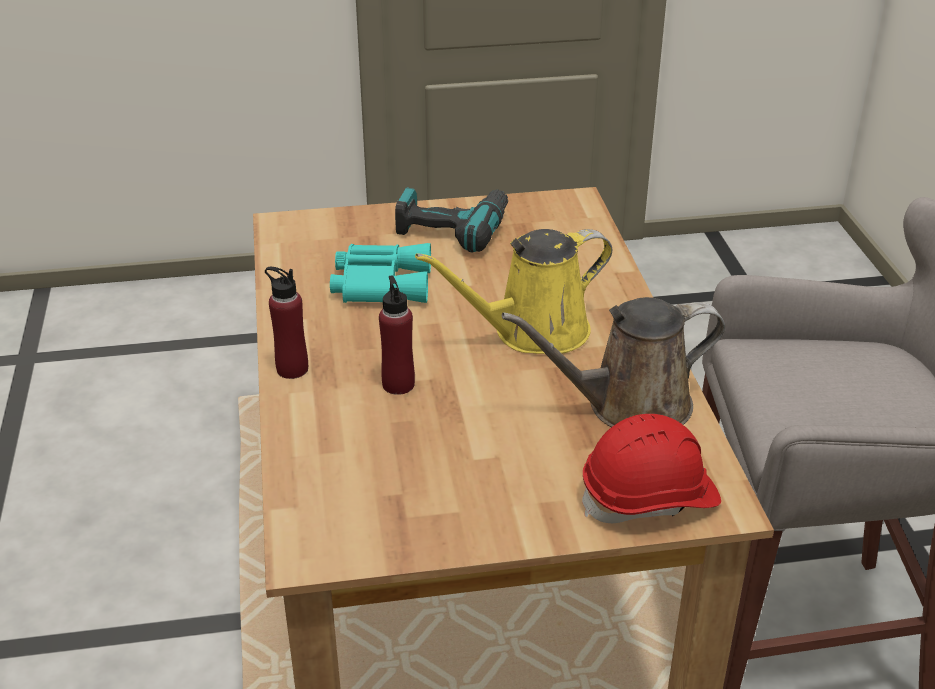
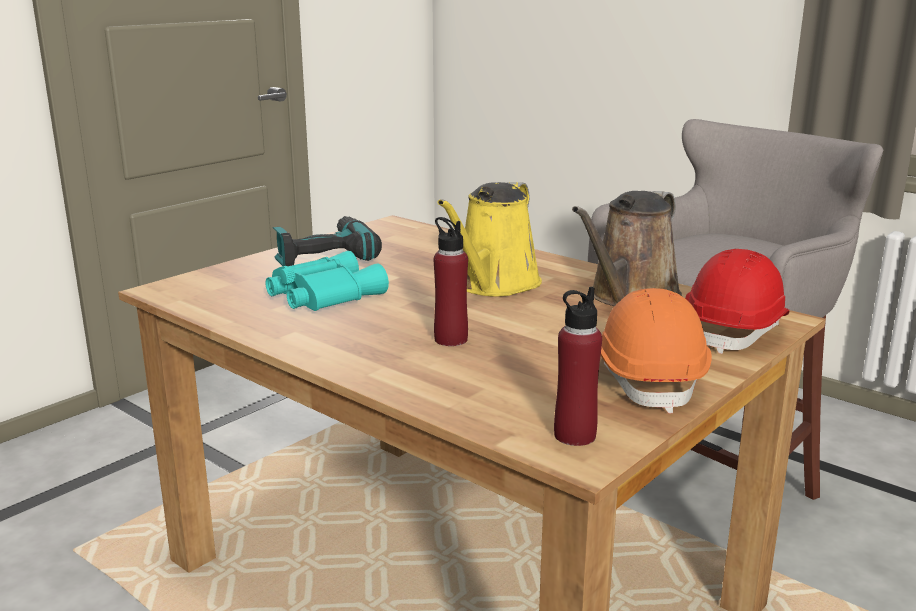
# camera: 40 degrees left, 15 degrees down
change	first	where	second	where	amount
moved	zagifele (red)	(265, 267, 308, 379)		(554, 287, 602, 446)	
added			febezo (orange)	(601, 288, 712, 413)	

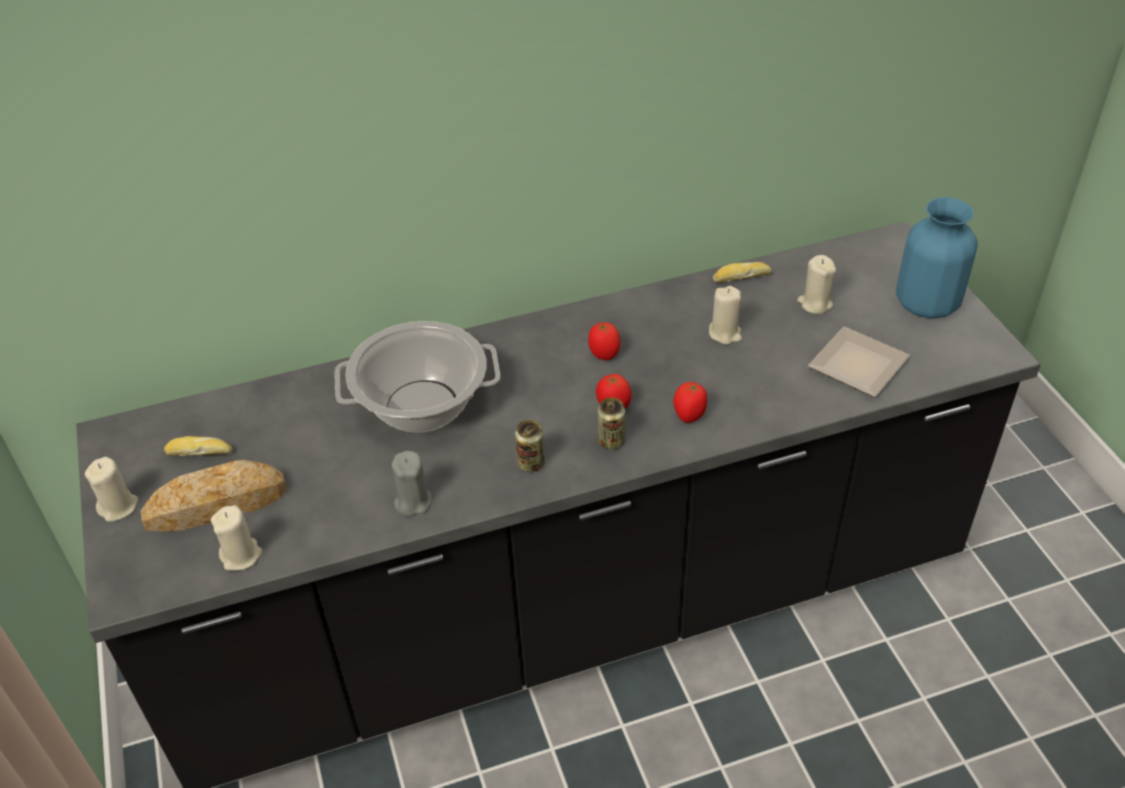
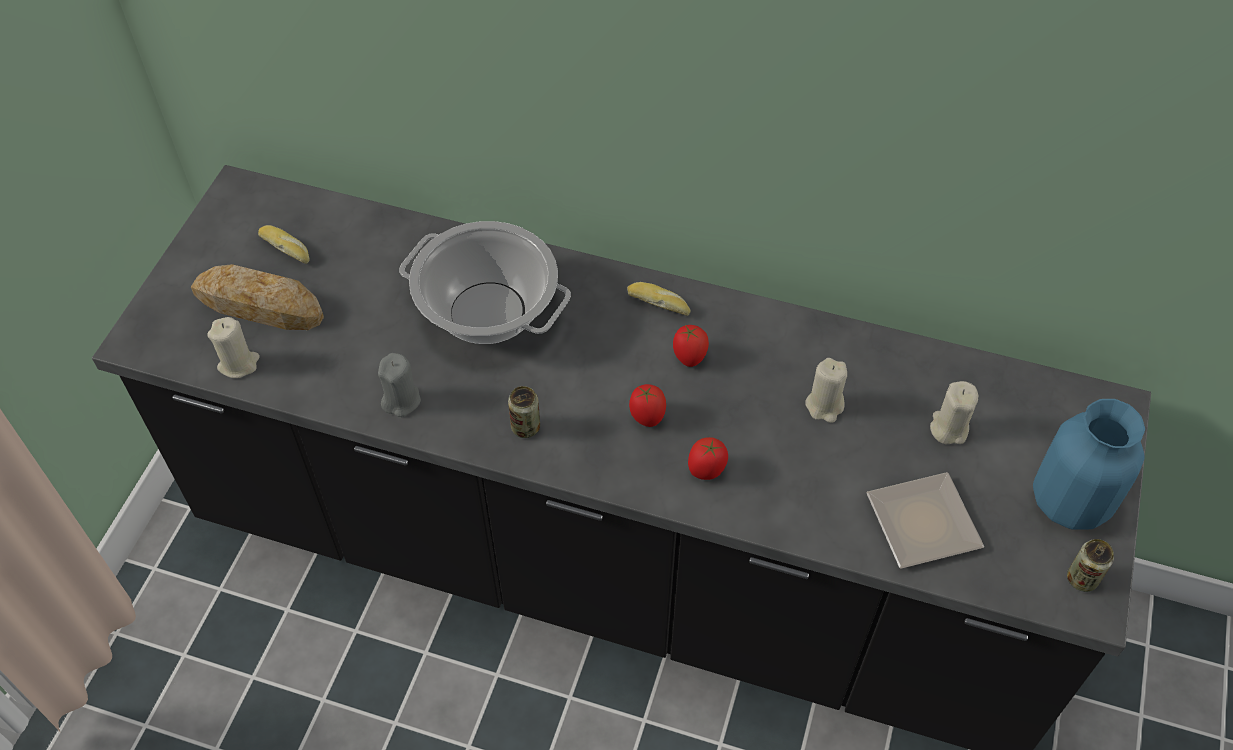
# camera: 35 degrees right, 10 degrees up
change	first	where	second	where	amount
removed	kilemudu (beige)	(85, 457, 138, 522)			
moved	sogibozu	(598, 397, 625, 449)		(1067, 539, 1114, 592)	
moved	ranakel	(713, 262, 772, 282)		(627, 282, 690, 316)	

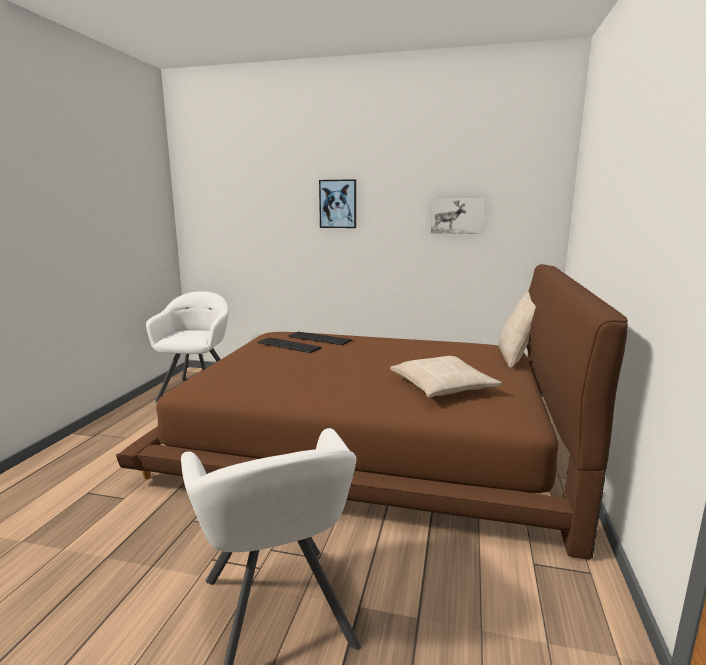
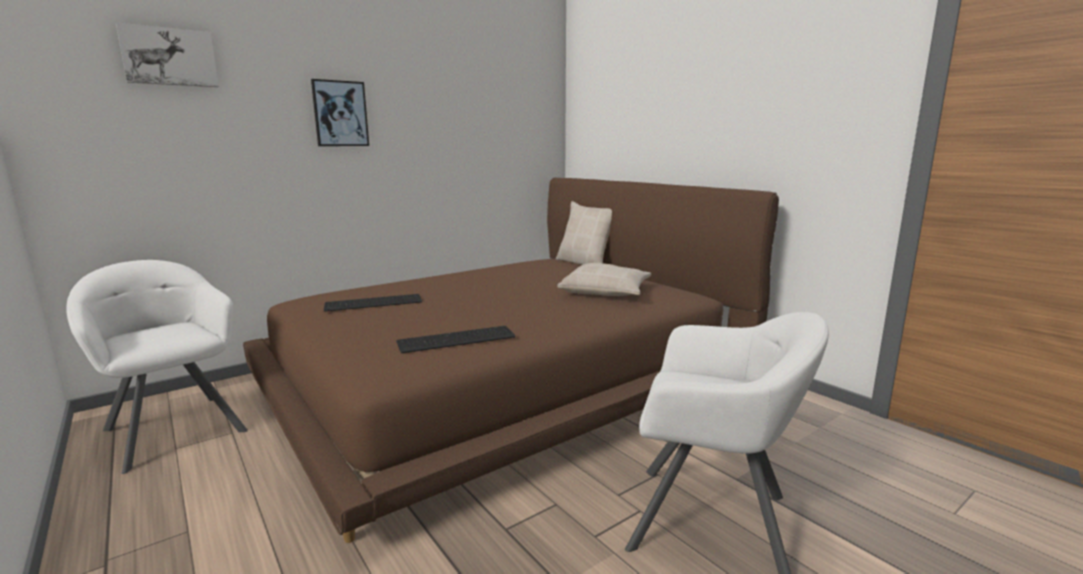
# camera: 50 degrees left, 0 degrees up
change	first	where	second	where	amount
moved	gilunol	(288, 332, 352, 345)		(396, 326, 515, 353)	
moved	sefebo	(431, 198, 485, 234)		(116, 22, 219, 87)	

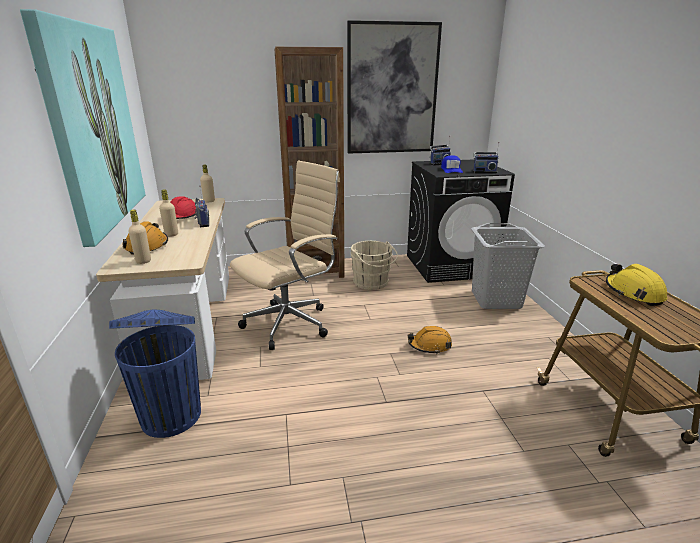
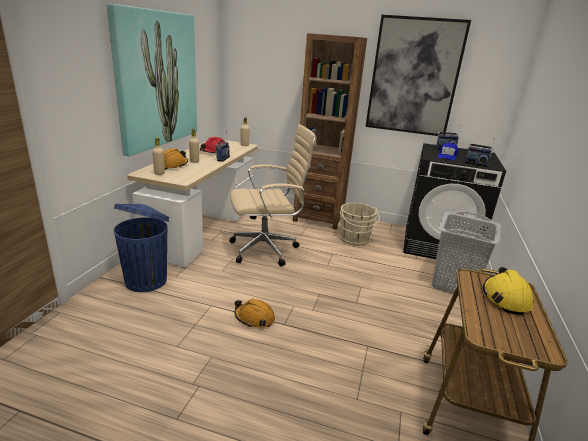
# camera: 25 degrees right, 0 degrees up
change	first	where	second	where	amount
moved	febezo (orange)	(408, 326, 452, 354)		(235, 299, 275, 328)	

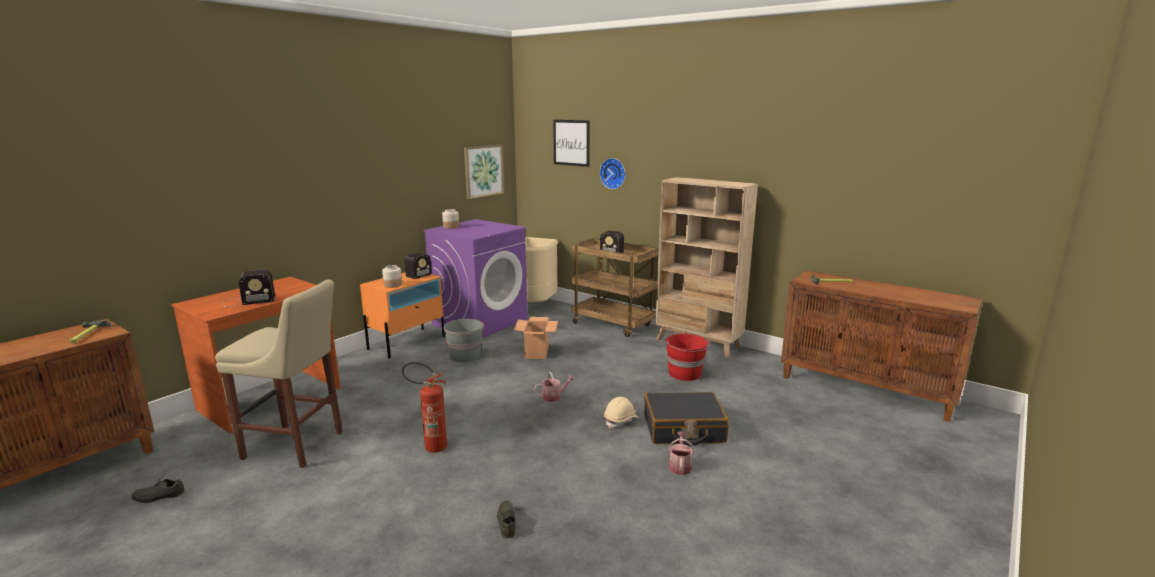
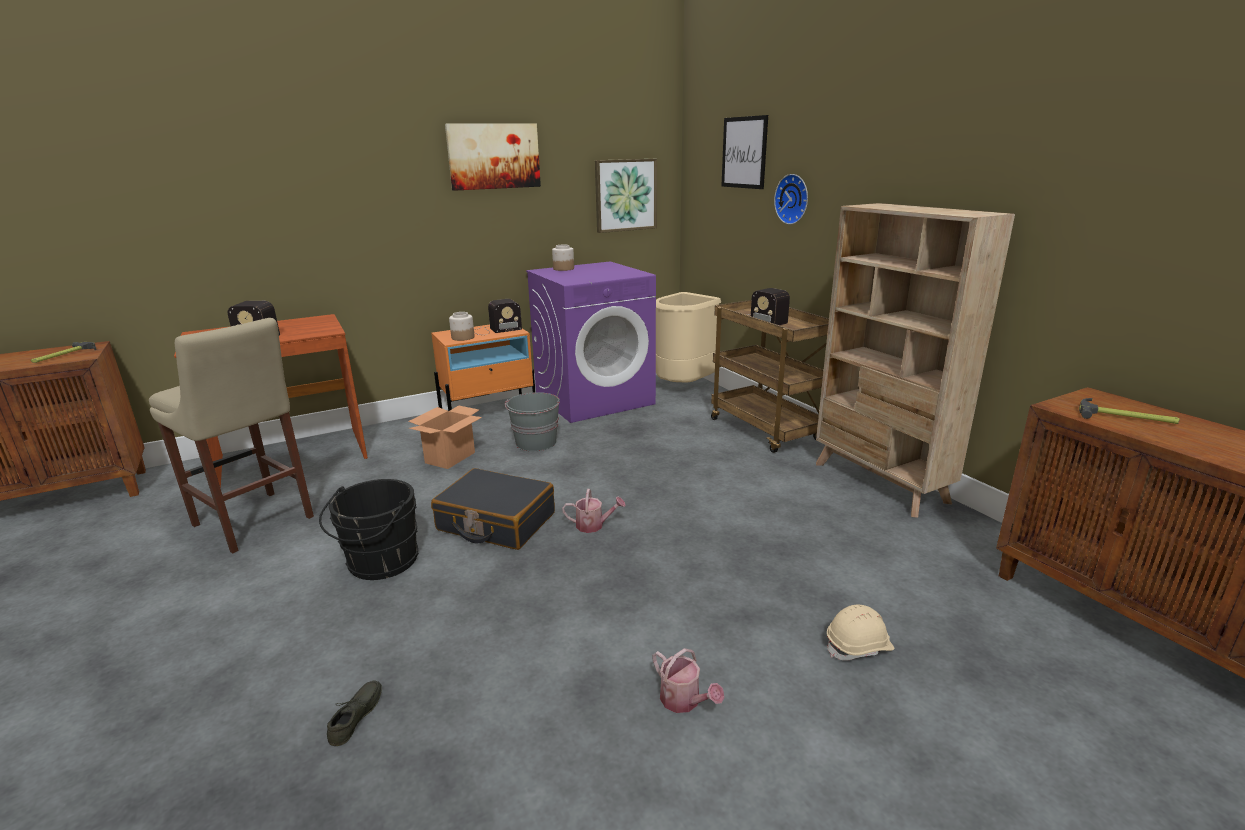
# camera: 25 degrees right, 5 degrees up
change	first	where	second	where	amount
removed	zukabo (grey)	(131, 470, 185, 503)			
replaced	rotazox	(402, 362, 447, 453)	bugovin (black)	(319, 479, 419, 580)	
moved	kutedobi	(514, 317, 558, 359)		(408, 405, 482, 469)	
moved	febezo (beige)	(604, 397, 638, 428)		(827, 605, 895, 661)	
moved	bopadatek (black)	(644, 392, 729, 446)		(431, 468, 555, 550)	
removed	bugovin (red)	(666, 333, 710, 381)			
turned	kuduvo	(668, 432, 694, 475)		(652, 648, 724, 713)	105 degrees clockwise
added			sefebo	(445, 123, 541, 191)	

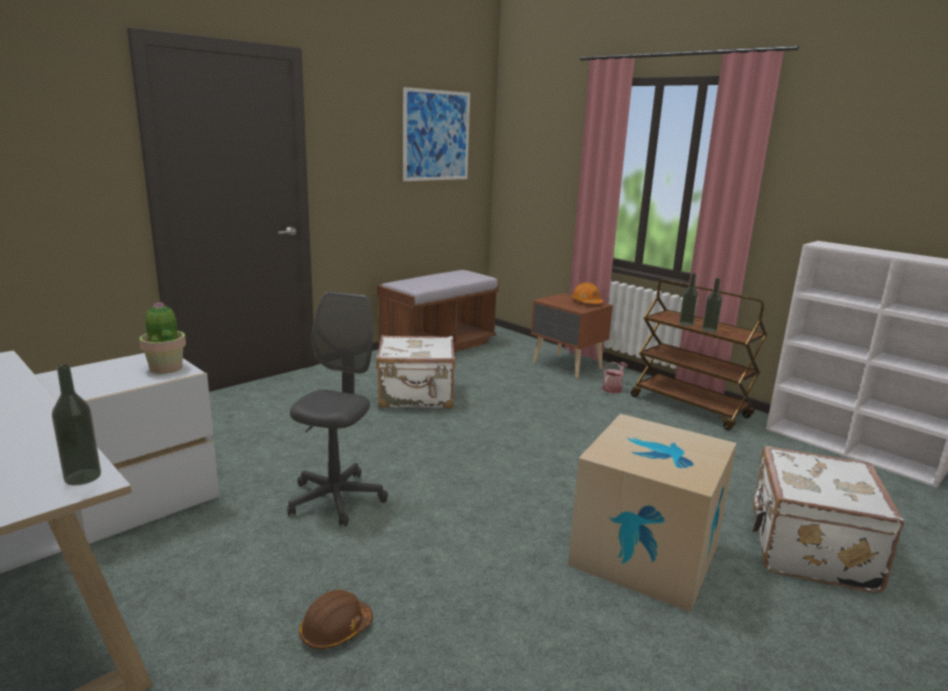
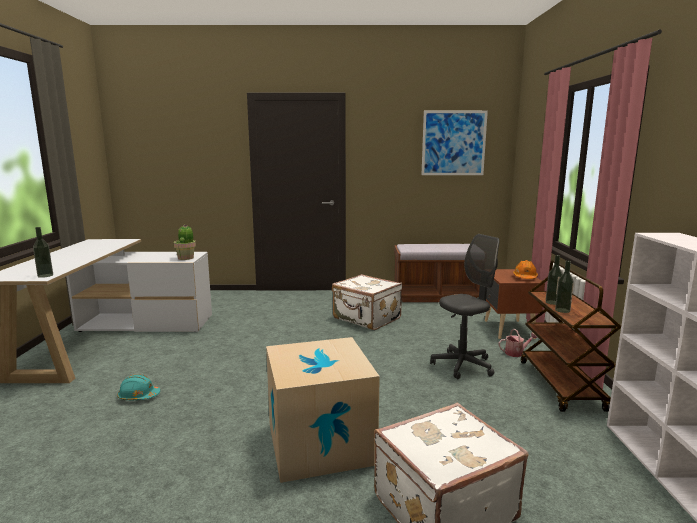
# camera: 45 degrees right, 5 degrees down
change	first	where	second	where	amount
moved	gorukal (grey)	(287, 292, 388, 526)		(430, 234, 500, 379)	
recoloured	febezo (brown)	(299, 590, 373, 649)	febezo (turquoise)	(117, 374, 160, 400)	

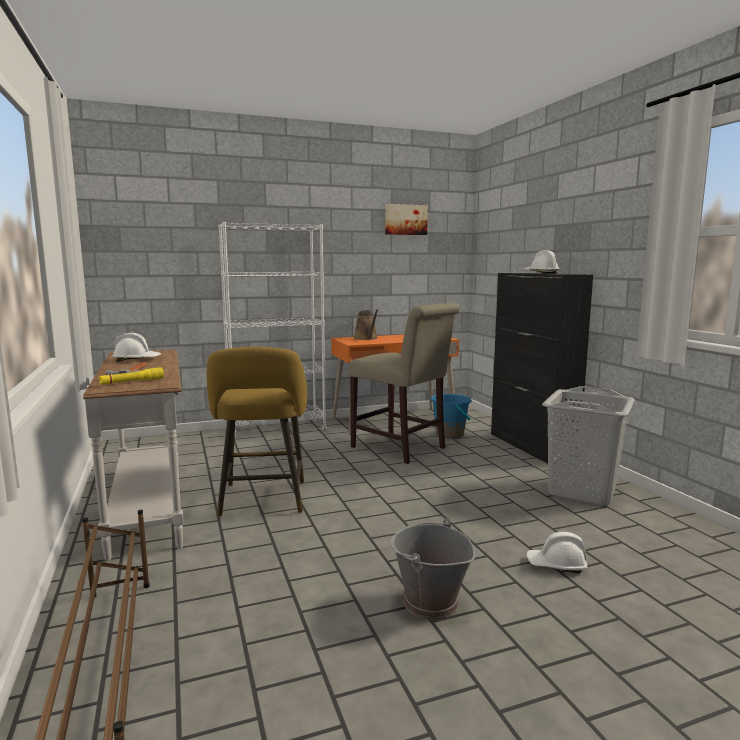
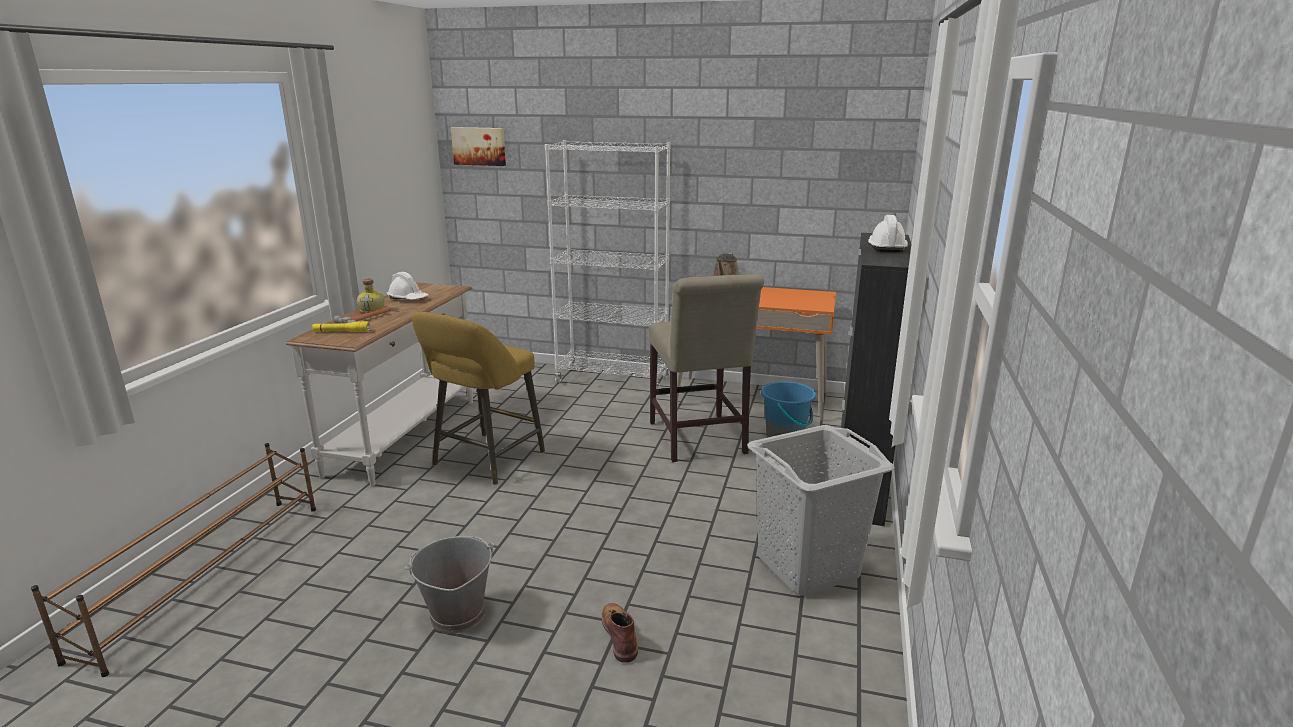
# camera: 35 degrees right, 10 degrees up
change	first	where	second	where	amount
moved	sefebo	(385, 204, 428, 235)		(451, 127, 506, 166)	
replaced	febezo (white)	(527, 532, 588, 573)	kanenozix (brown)	(602, 603, 638, 663)	
added			zagifele	(357, 278, 384, 313)	

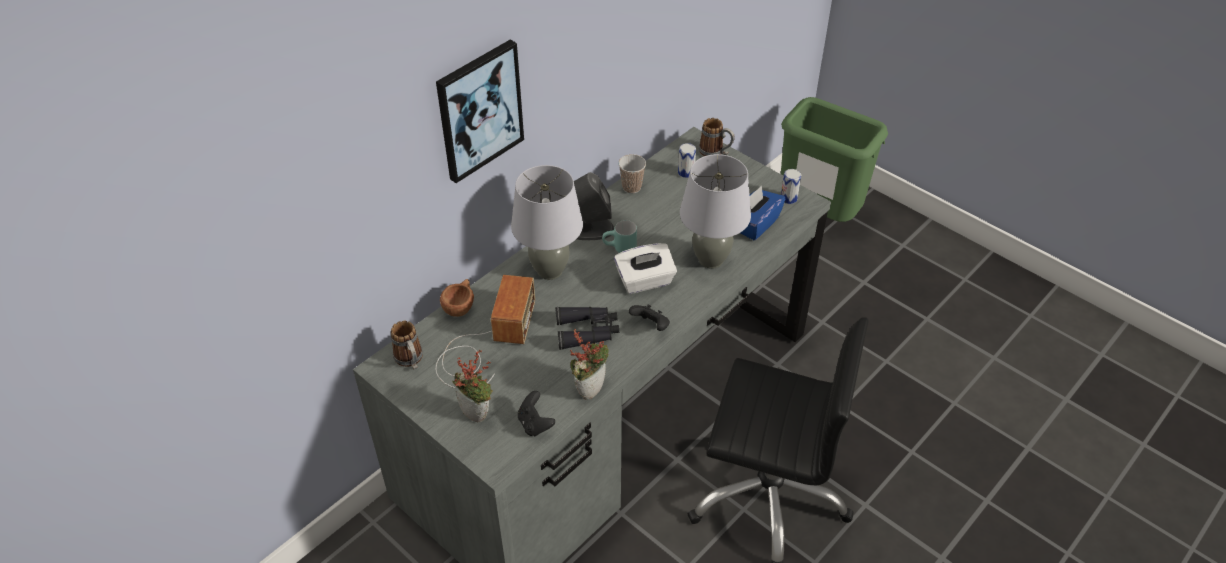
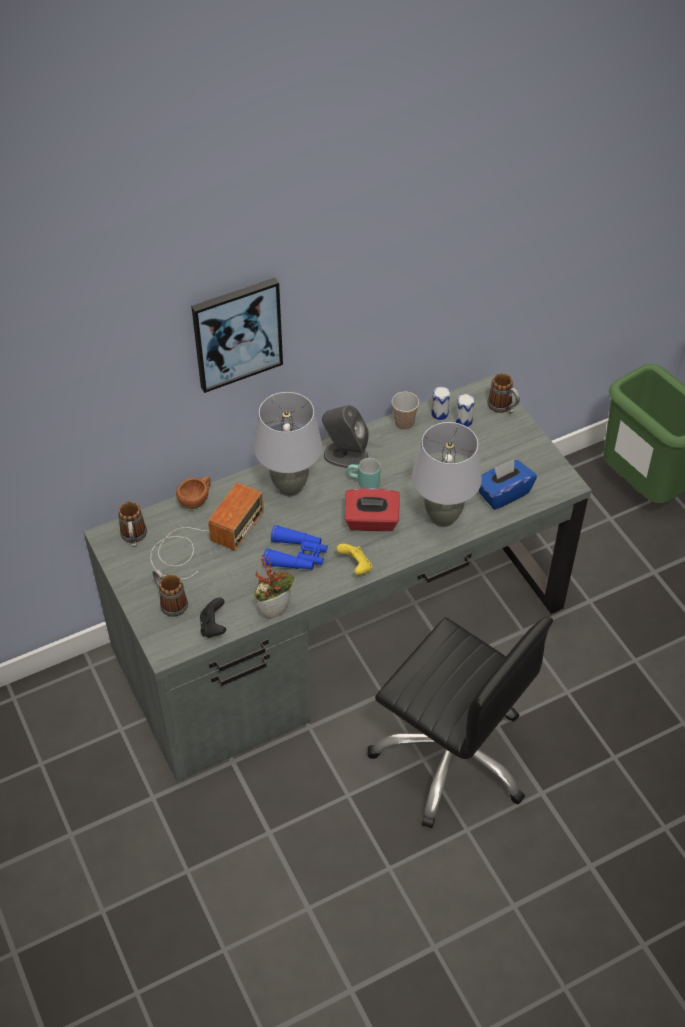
# camera: 20 degrees right, 5 degrees up
change	first	where	second	where	amount
replaced	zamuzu	(452, 349, 493, 422)	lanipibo	(152, 569, 188, 617)	
recoloured	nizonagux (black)	(555, 307, 619, 350)	nizonagux (blue)	(263, 525, 328, 570)	
recoloured	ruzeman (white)	(614, 243, 677, 294)	ruzeman (red)	(345, 488, 400, 531)	
recoloured	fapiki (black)	(629, 304, 670, 331)	fapiki (yellow)	(336, 544, 372, 575)	
moved	sogibozu	(781, 169, 801, 204)		(431, 387, 450, 420)	

